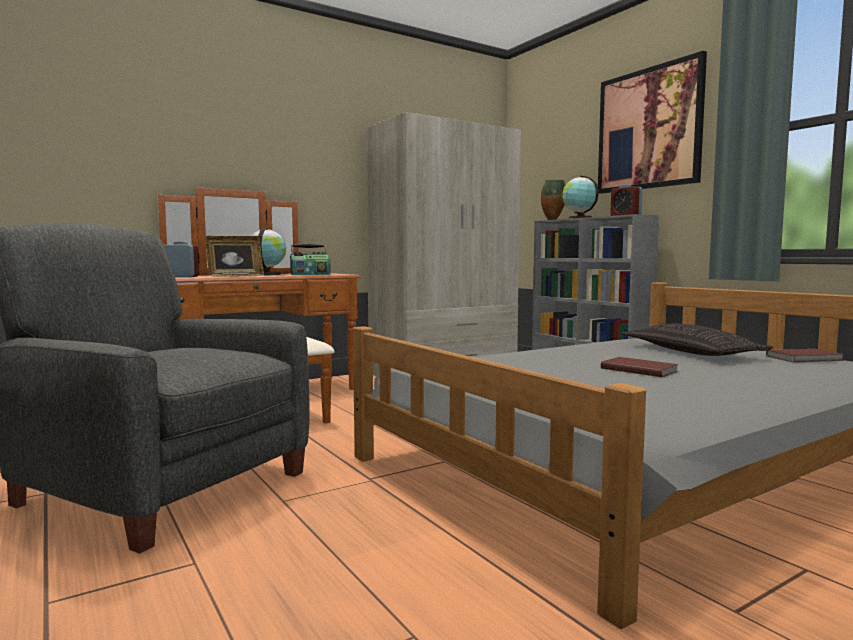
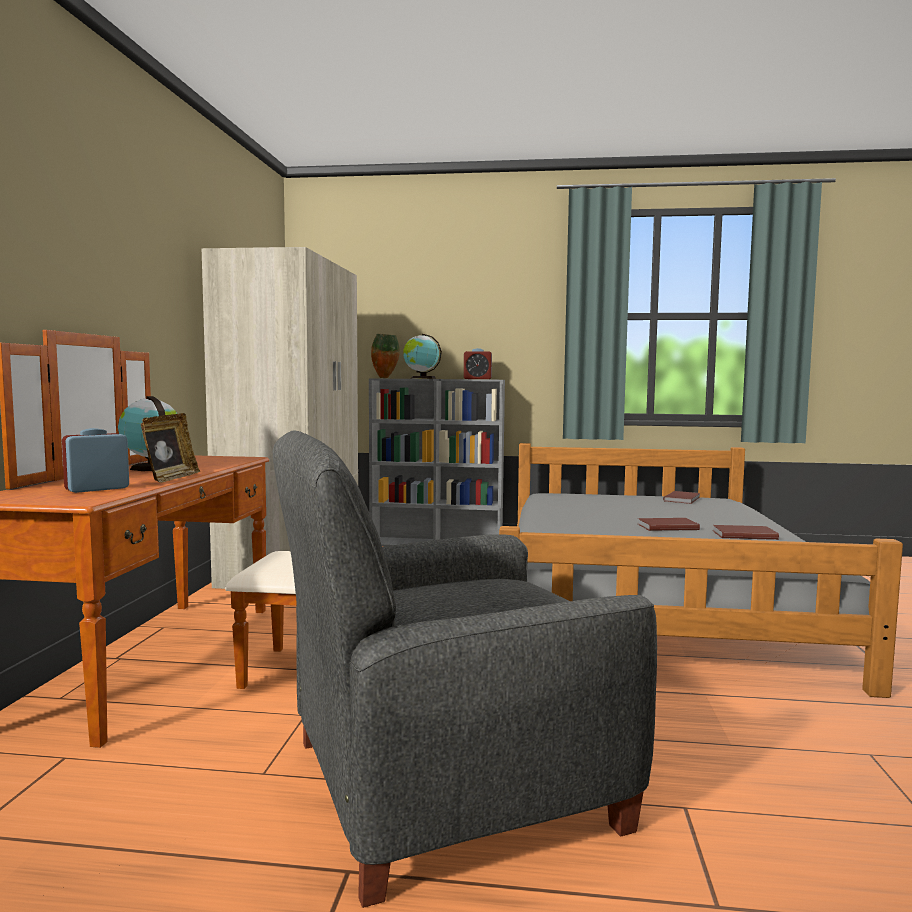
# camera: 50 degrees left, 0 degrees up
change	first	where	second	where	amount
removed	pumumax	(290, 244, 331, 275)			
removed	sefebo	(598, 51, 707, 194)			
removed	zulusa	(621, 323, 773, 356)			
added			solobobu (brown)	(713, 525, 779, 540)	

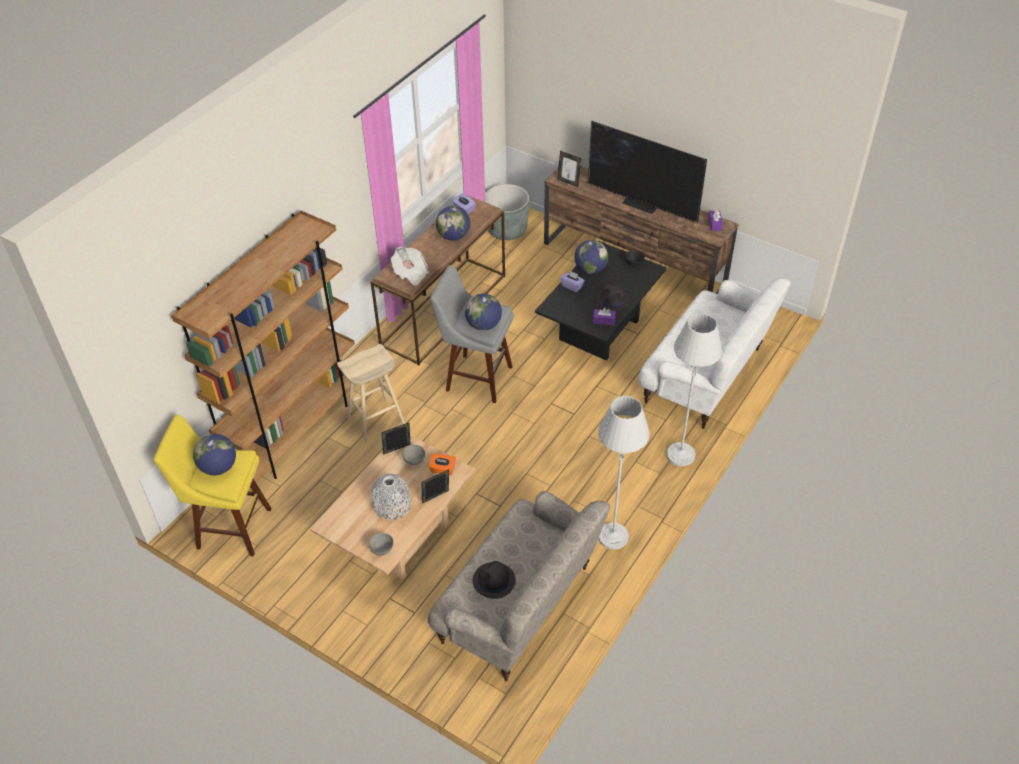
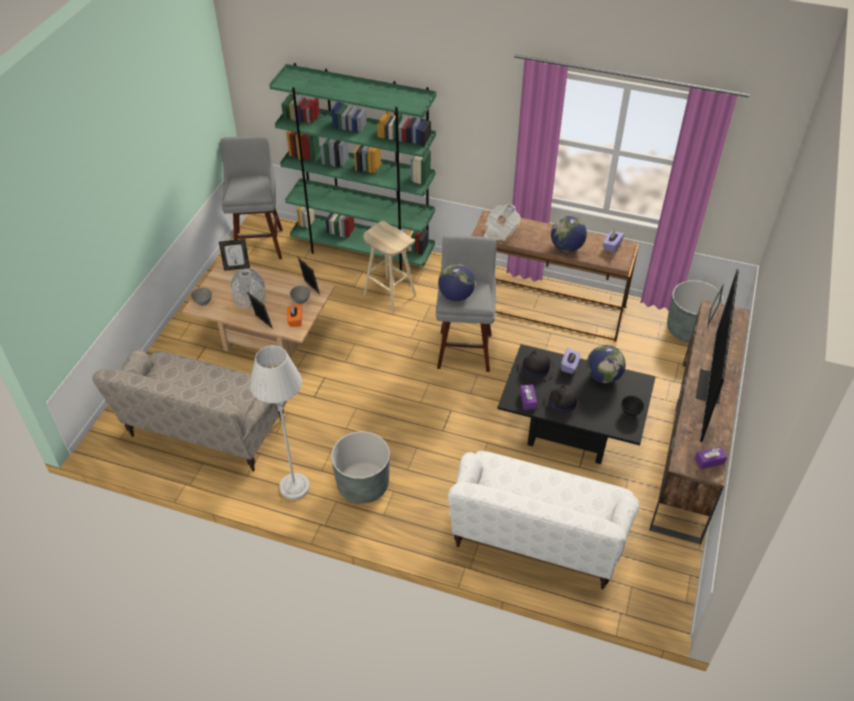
# camera: 75 degrees right, 0 degrees up
change	first	where	second	where	amount
recoloured	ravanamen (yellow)	(154, 415, 272, 556)	ravanamen (grey)	(221, 135, 283, 259)	
recoloured	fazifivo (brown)	(172, 210, 355, 482)	fazifivo (green)	(269, 63, 436, 274)	
removed	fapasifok	(193, 434, 236, 475)			
moved	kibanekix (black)	(472, 561, 516, 599)		(517, 350, 555, 382)	
removed	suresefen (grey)	(666, 313, 722, 466)			
added			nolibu	(219, 239, 250, 271)	
added			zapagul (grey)	(331, 431, 390, 504)	

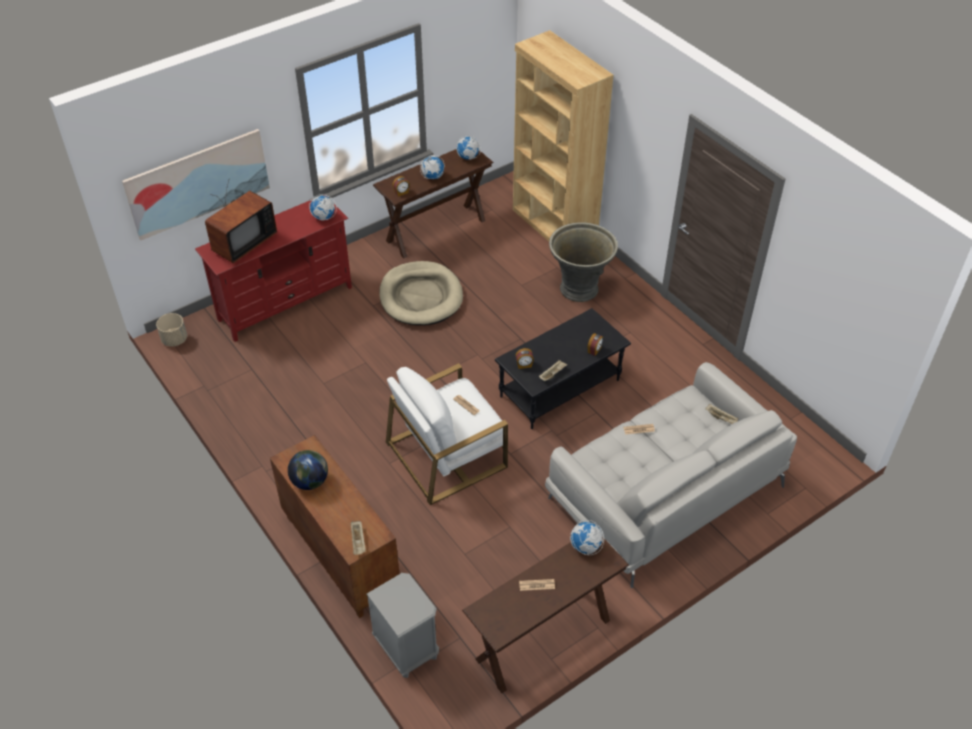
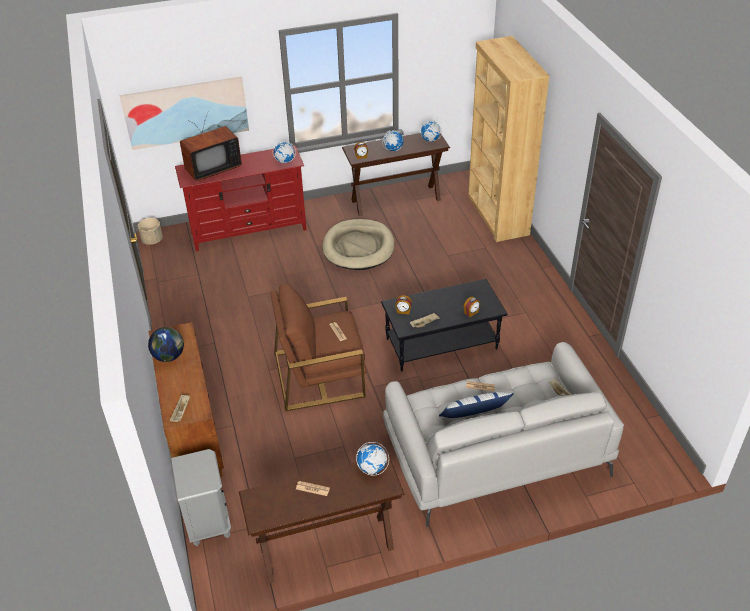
# camera: 20 degrees right, 5 degrees down
change	first	where	second	where	amount
recoloured	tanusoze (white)	(386, 363, 508, 505)	tanusoze (brown)	(270, 284, 367, 411)	
removed	zapagul (grey)	(549, 222, 618, 302)			
added			zulusa	(439, 392, 514, 418)	

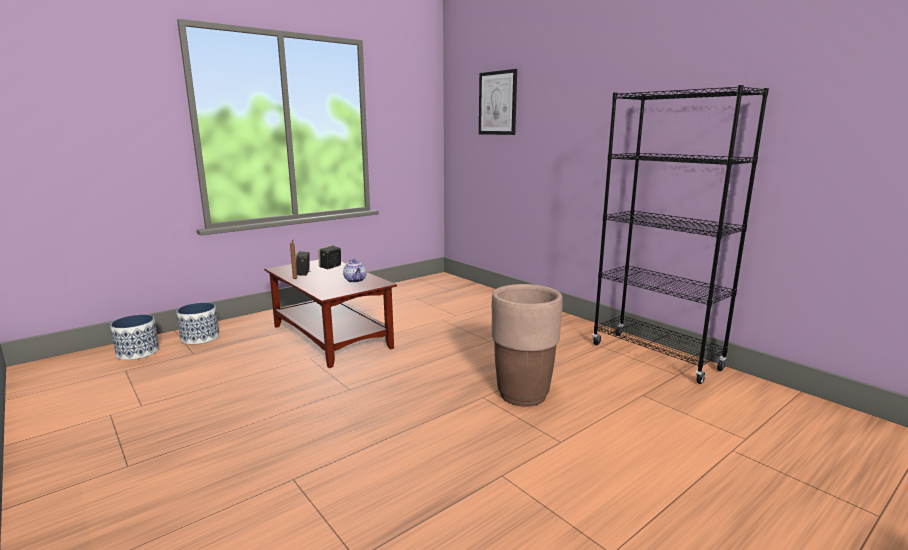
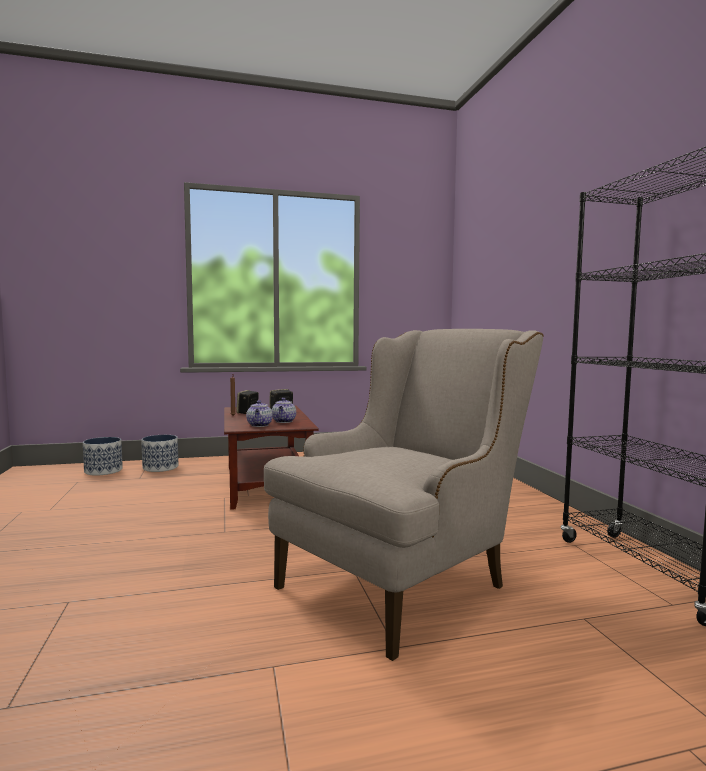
# camera: 25 degrees right, 10 degrees down
change	first	where	second	where	amount
removed	sefebo	(479, 69, 517, 135)			
replaced	zapagul (brown)	(492, 284, 563, 407)	tanusoze (beige)	(264, 329, 544, 661)	
added			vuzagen	(246, 400, 273, 427)	

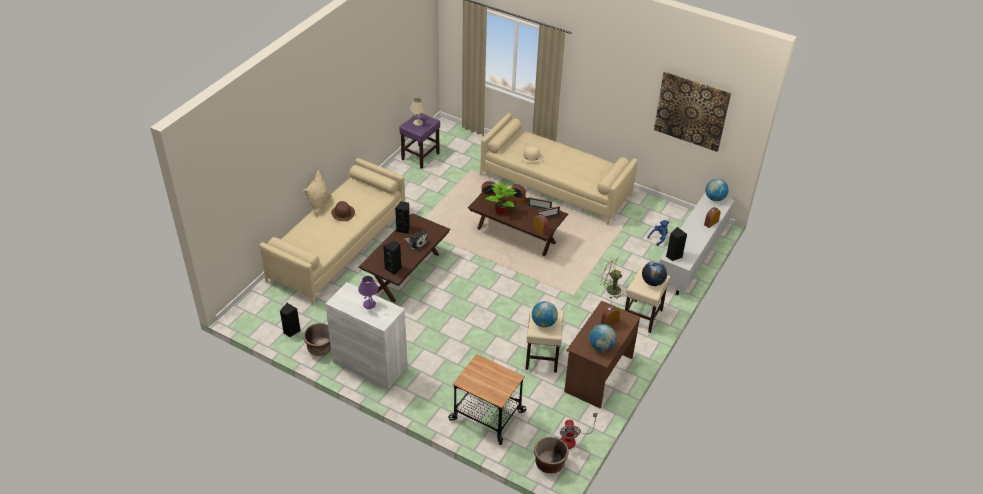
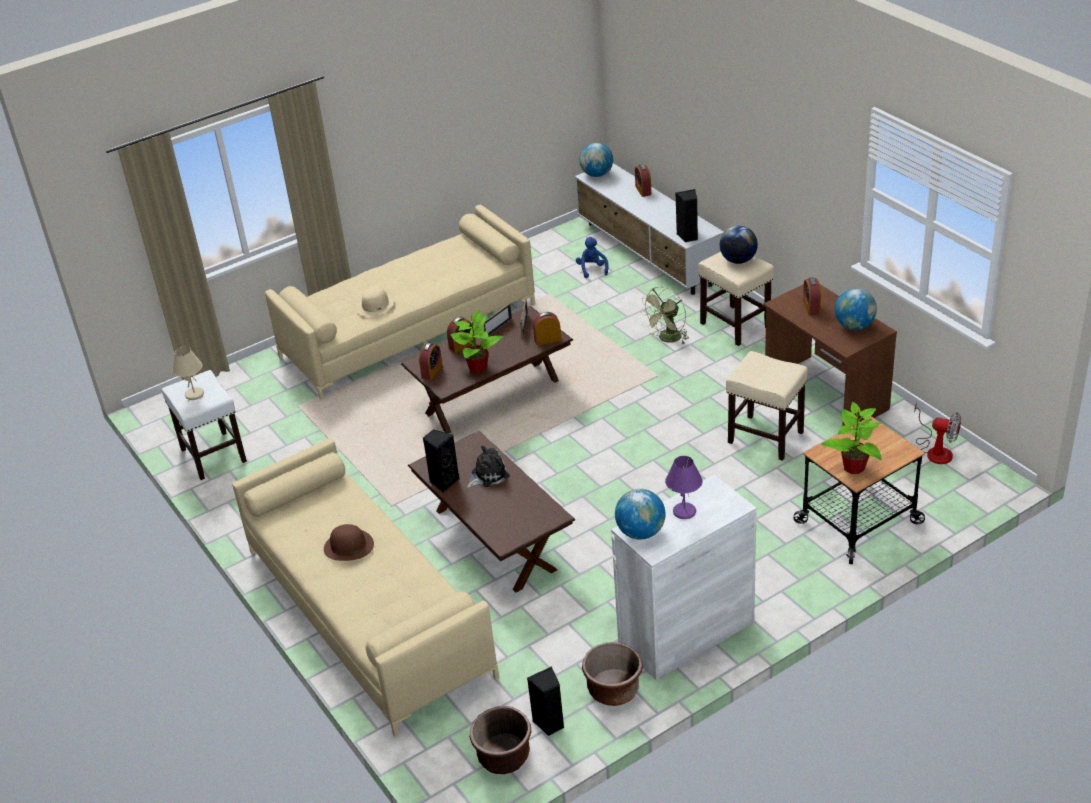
# camera: 60 degrees left, 5 degrees down
change	first	where	second	where	amount
removed	zulusa (beige)	(303, 169, 332, 217)			
removed	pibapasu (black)	(383, 241, 401, 275)			
recoloured	ravanamen (purple)	(399, 113, 440, 169)	ravanamen (white)	(161, 370, 247, 480)	
moved	fapasifok	(532, 301, 558, 328)		(615, 489, 666, 539)	
moved	zapagul (brown)	(534, 437, 569, 474)		(470, 706, 532, 774)	
removed	sefebo	(654, 71, 731, 152)			
added			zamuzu	(821, 402, 881, 474)	

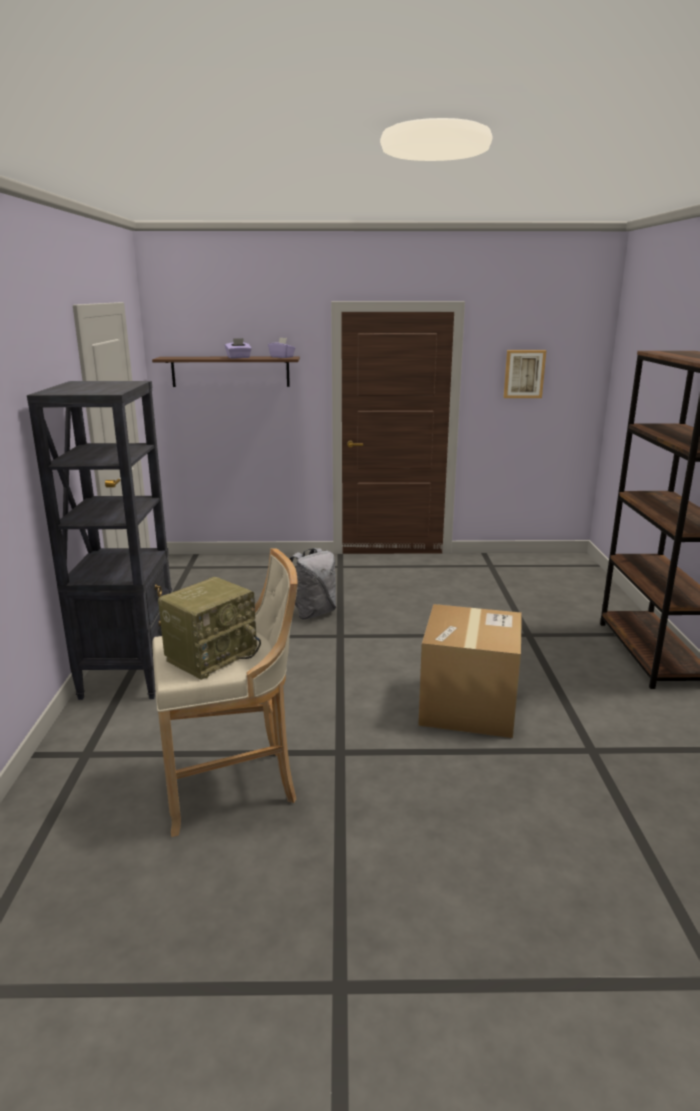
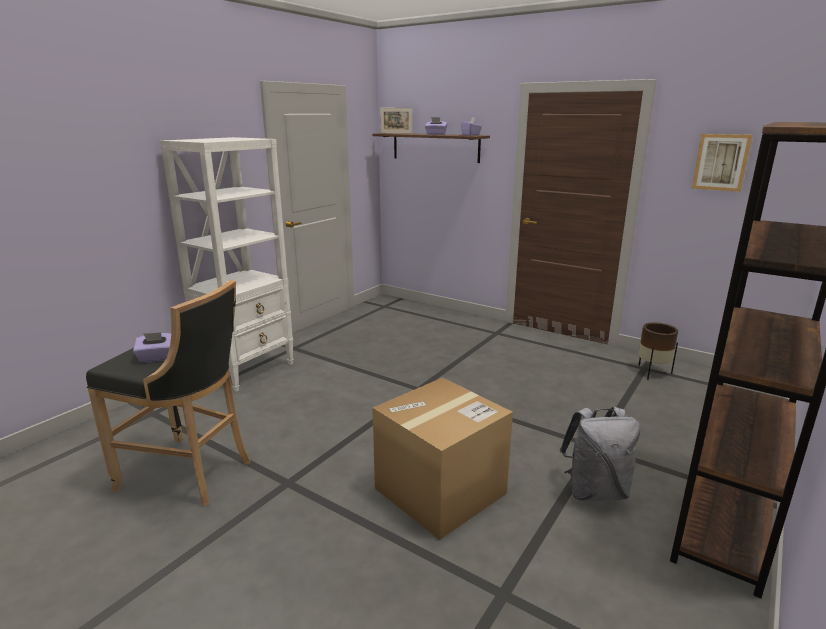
# camera: 35 degrees right, 0 degrees up
change	first	where	second	where	amount
recoloured	fazifivo (black)	(27, 381, 172, 700)	fazifivo (white)	(160, 137, 294, 392)	
recoloured	ravanamen (beige)	(152, 548, 298, 837)	ravanamen (black)	(86, 280, 250, 507)	
replaced	pumumax	(158, 577, 261, 680)	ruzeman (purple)	(133, 332, 171, 363)	
moved	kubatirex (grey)	(289, 548, 336, 619)		(560, 406, 640, 501)	
added			nolibu	(380, 108, 412, 134)	
added			zapagul (brown)	(638, 322, 678, 380)	

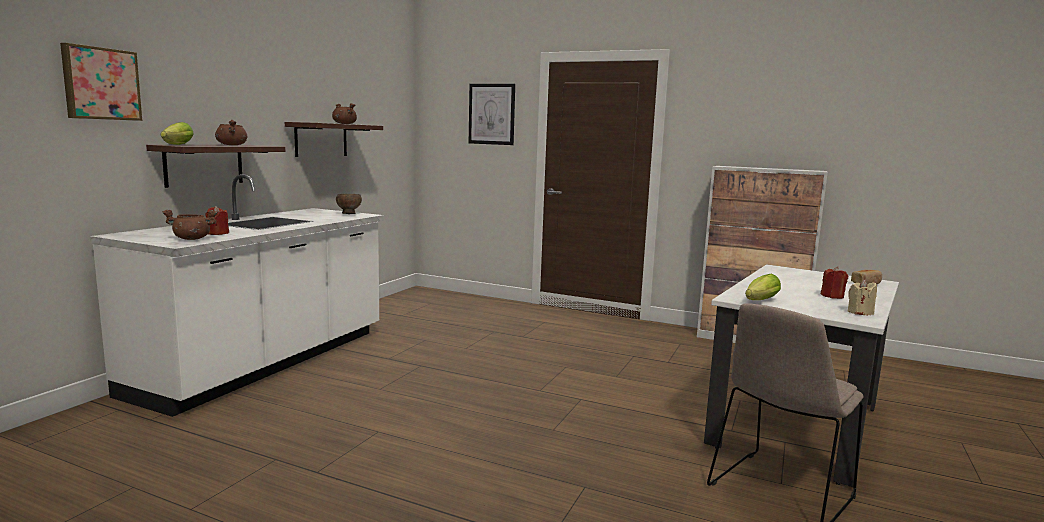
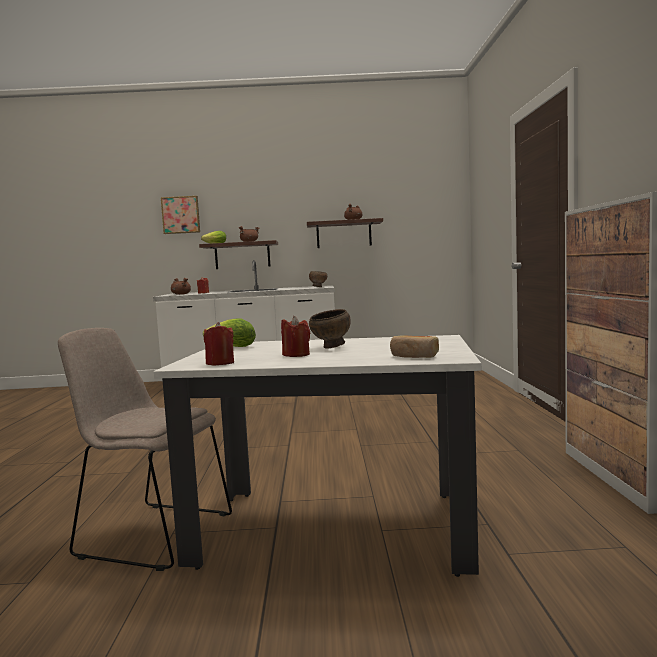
# camera: 65 degrees right, 5 degrees down
change	first	where	second	where	amount
removed	sefebo	(469, 84, 515, 145)			
recoloured	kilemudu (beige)	(848, 280, 877, 315)	kilemudu (red)	(204, 322, 234, 366)	
added			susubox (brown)	(309, 309, 351, 349)	

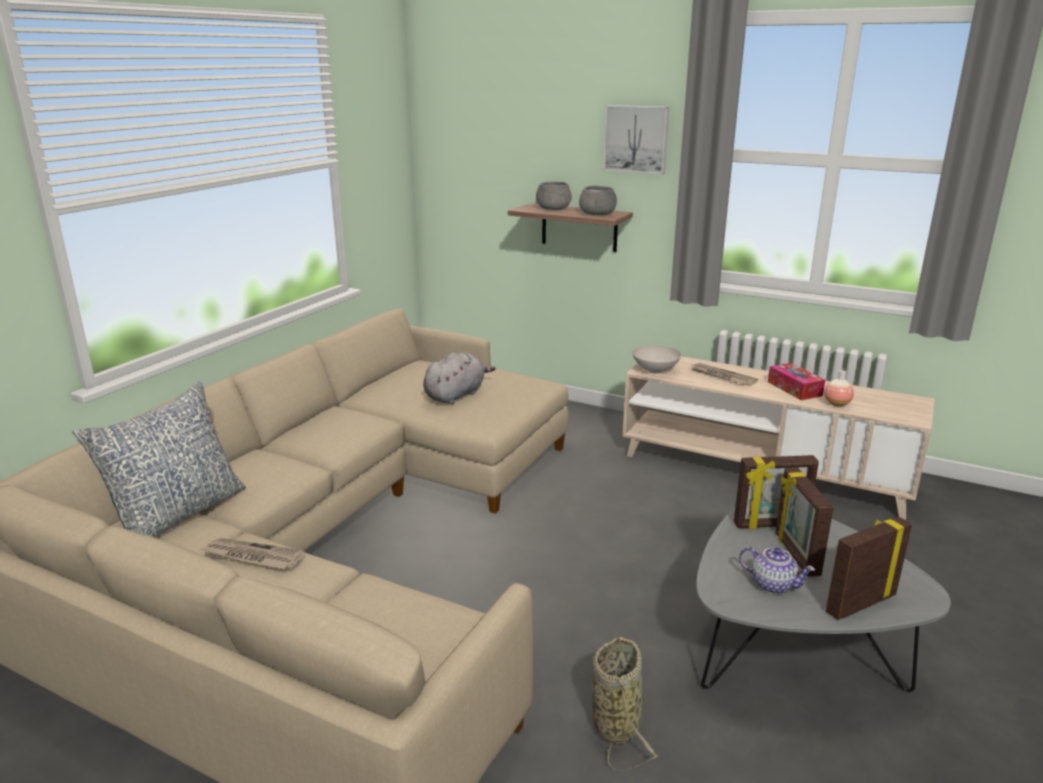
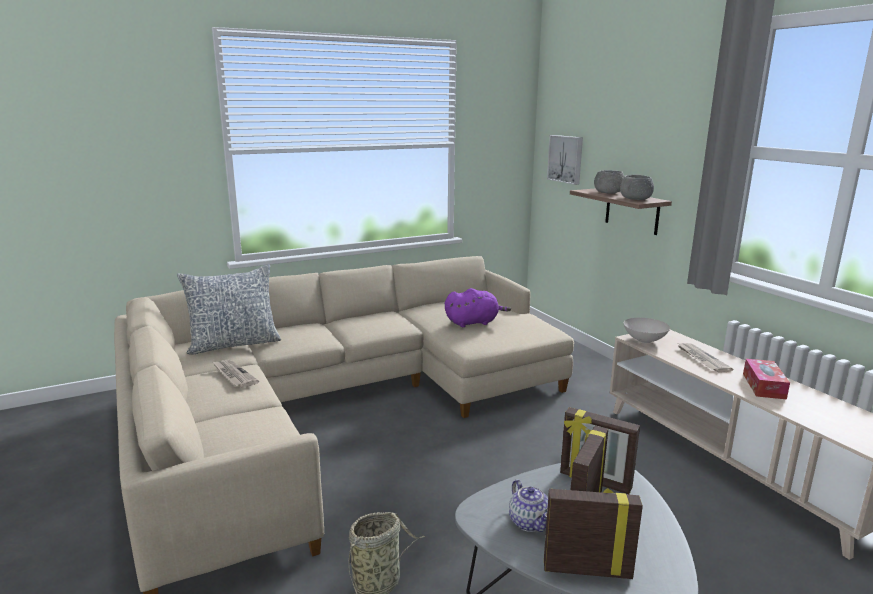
# camera: 35 degrees right, 5 degrees down
change	first	where	second	where	amount
recoloured	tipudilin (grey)	(423, 352, 496, 405)	tipudilin (purple)	(445, 288, 511, 327)	
moved	sefebo	(604, 105, 669, 174)		(547, 135, 583, 185)	
removed	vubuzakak	(824, 370, 854, 406)			

